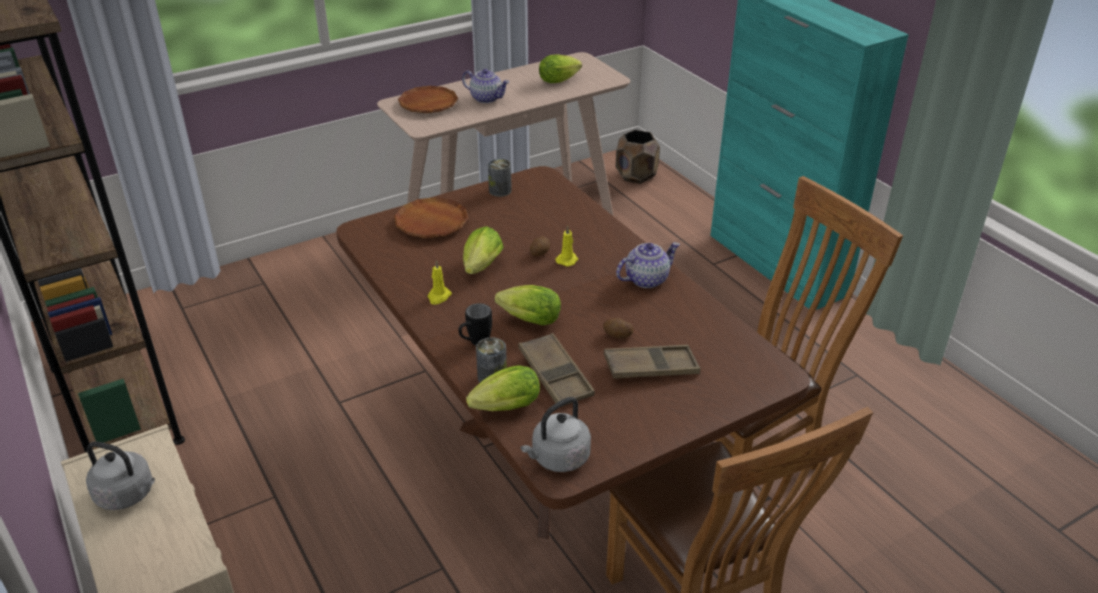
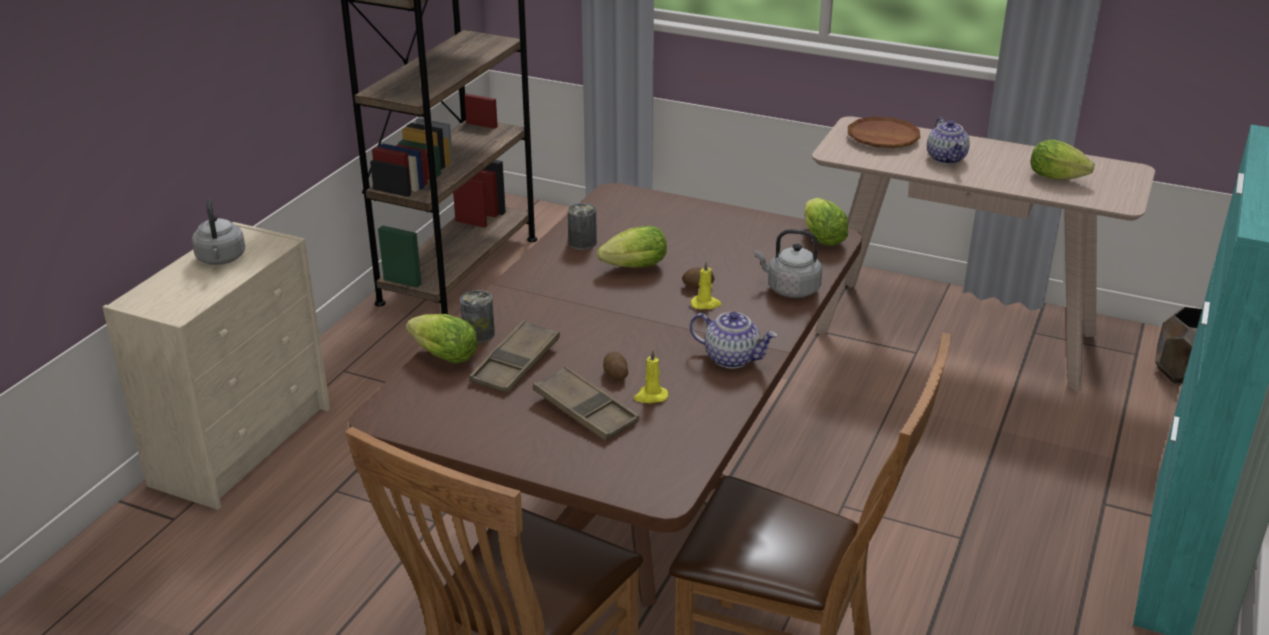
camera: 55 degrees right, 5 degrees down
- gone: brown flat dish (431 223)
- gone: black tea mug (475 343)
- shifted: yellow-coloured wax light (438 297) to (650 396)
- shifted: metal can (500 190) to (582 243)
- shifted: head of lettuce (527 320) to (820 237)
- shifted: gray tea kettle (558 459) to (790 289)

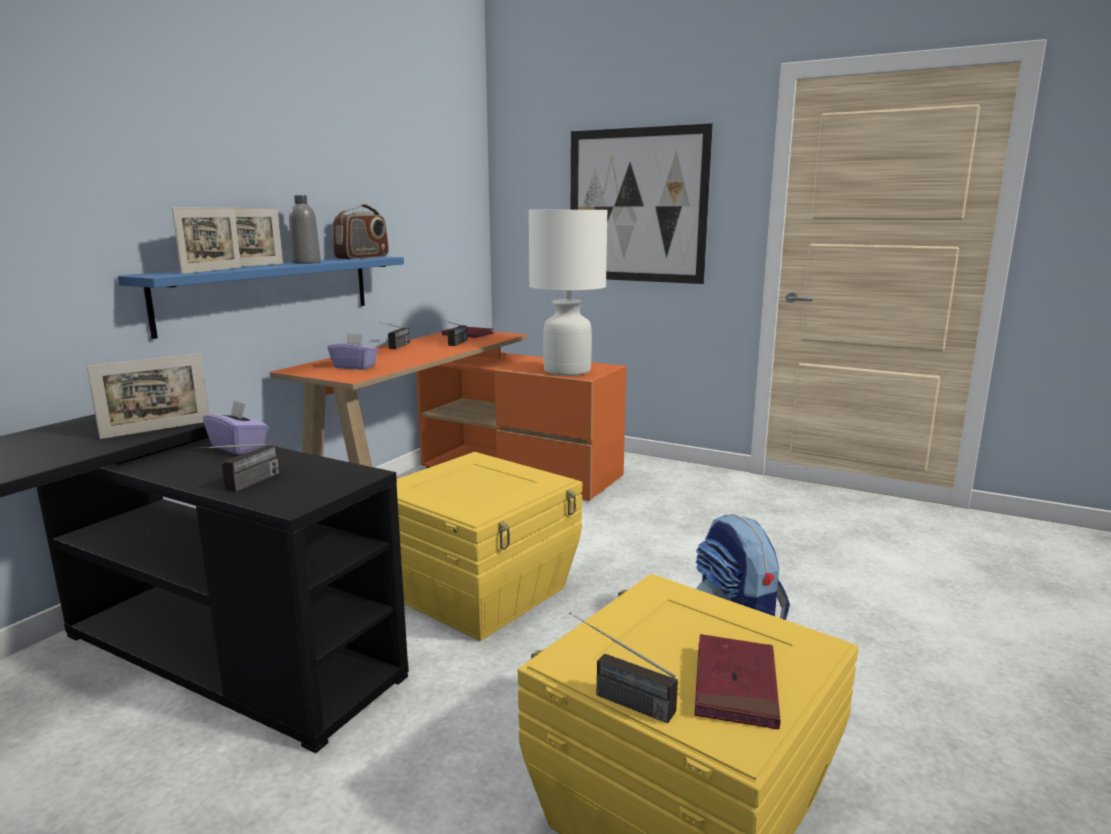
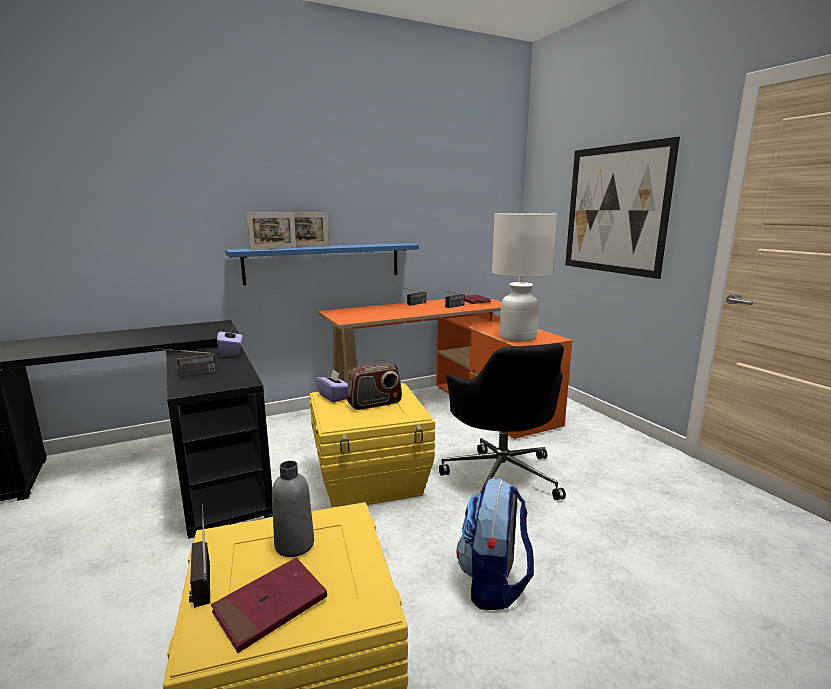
camera: 35 degrees right, 0 degrees up
- gone: standing frame (157 429)
- new: black desk chair (501 475)
- shifted: gray drink bottle (306 262) to (294 545)
- shifted: purple box of tissues (354 367) to (334 397)
- shifted: radio (362 257) to (375 404)

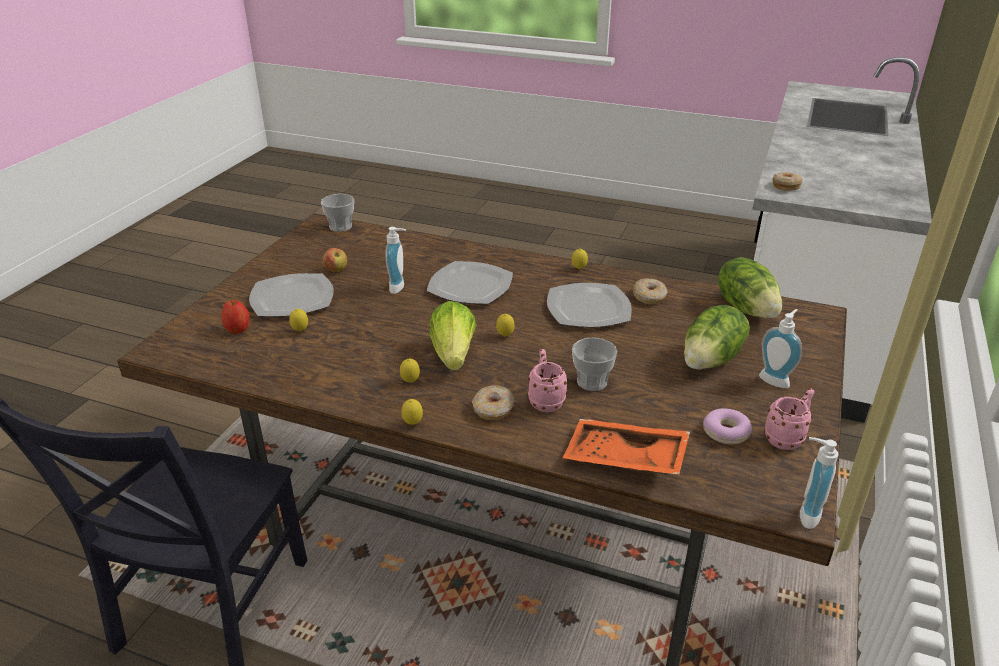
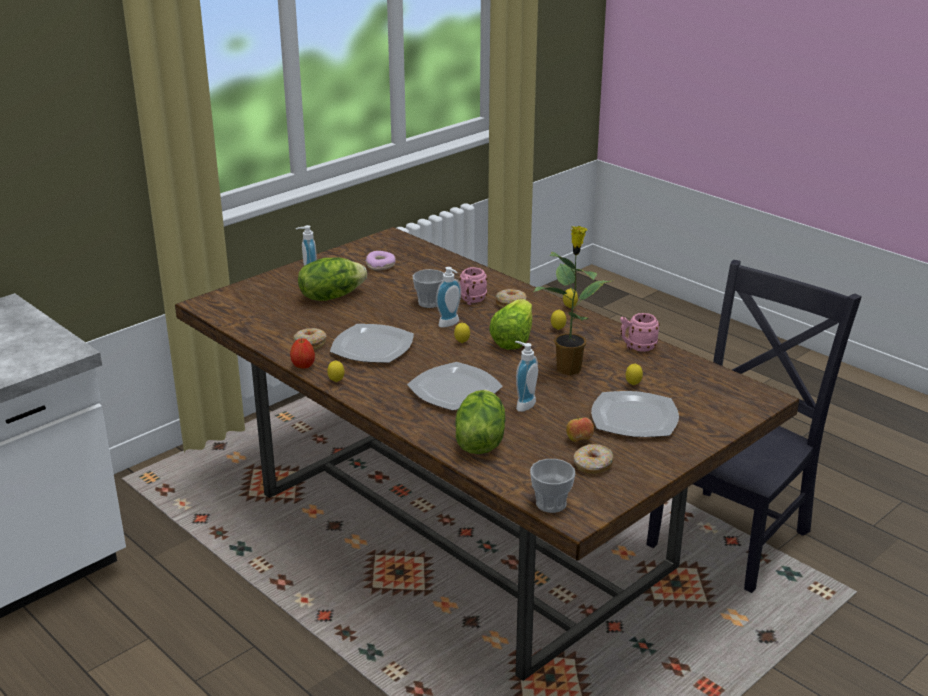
camera: 155 degrees left, 5 degrees down
- gone: orange carrying tray (624 460)
- new: potted plant (569 368)
- shifted: apple (238 330) to (303 366)
- shifted: head of lettuce (747 308) to (479 441)
- shifted: pinkish tea mug (787 437) to (637 347)
- shifted: ring doughnut (786 186) to (593 465)
- shifted: liquid soap bottle (805 514) to (450 324)

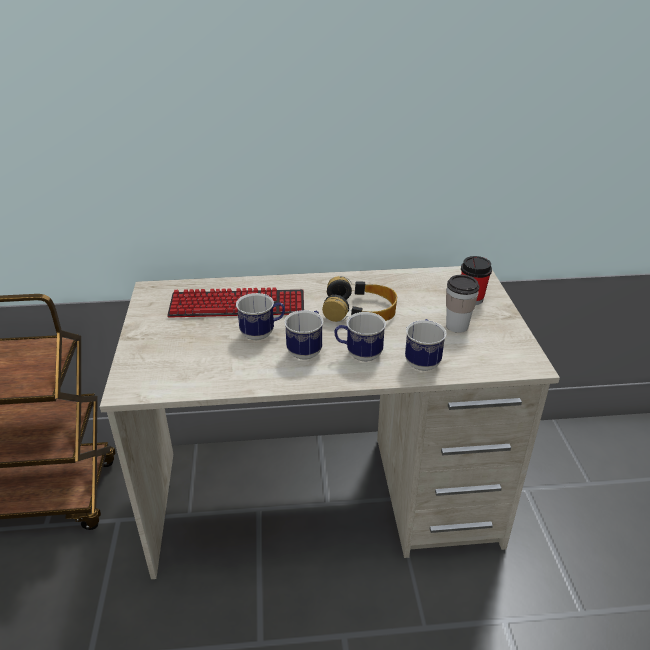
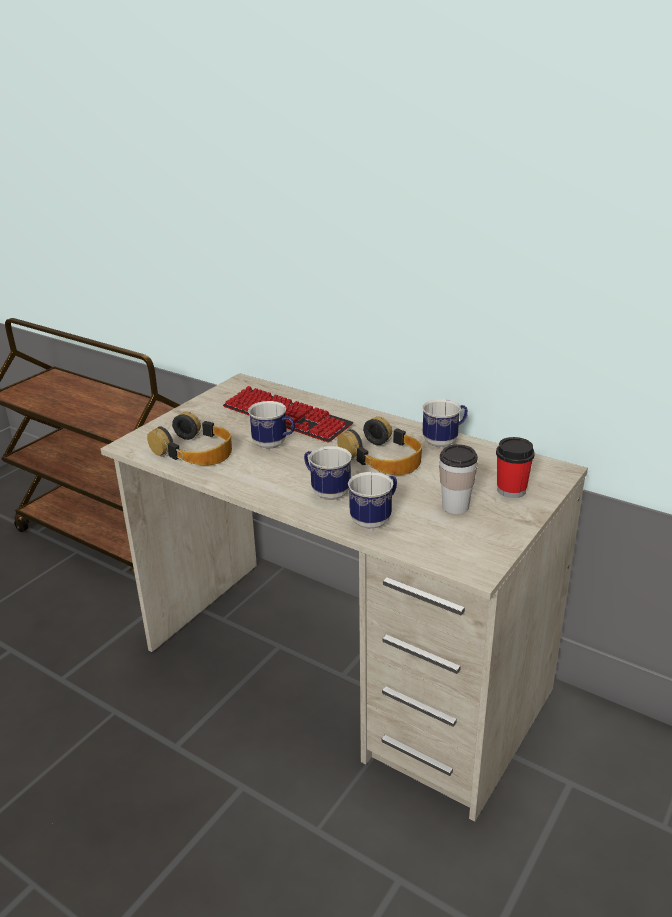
camera: 40 degrees right, 5 degrees down
- new: headset (195 451)
- shifted: tea mug (307 350) to (444 441)

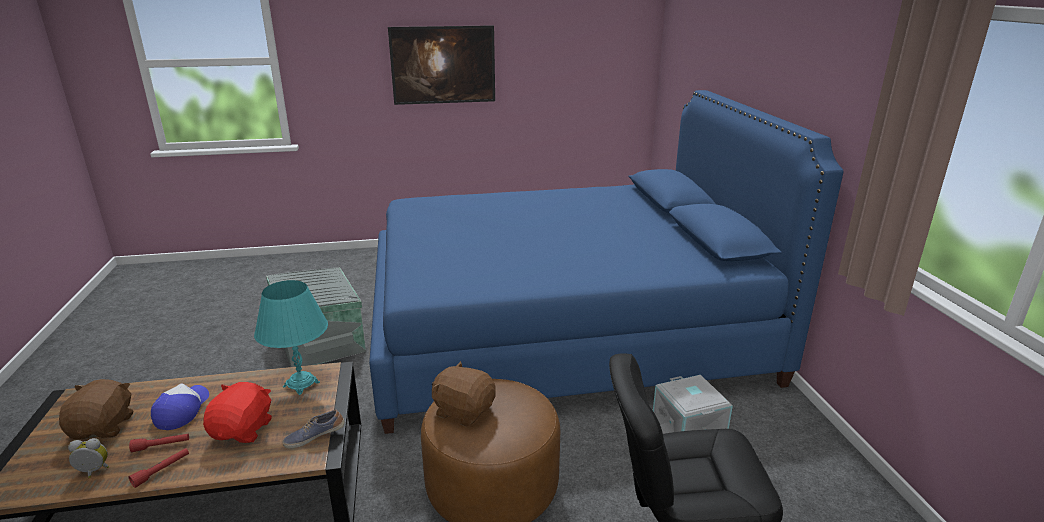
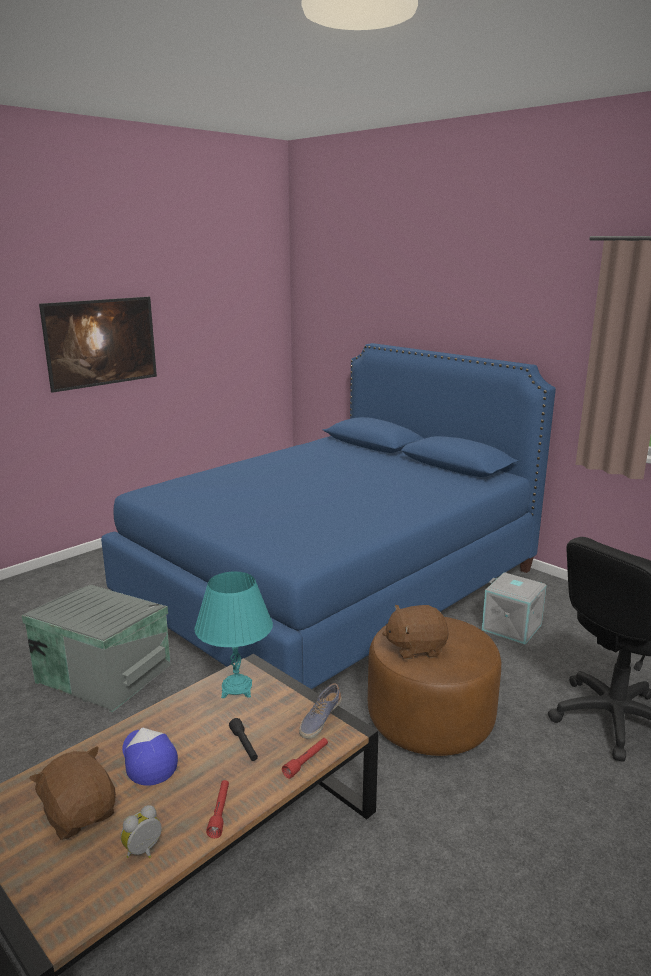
camera: 35 degrees left, 5 degrees down
- shifted: red hand torch (161 446) to (306 761)
- swapped: red soft toy (243 430) to black hand torch (244 745)

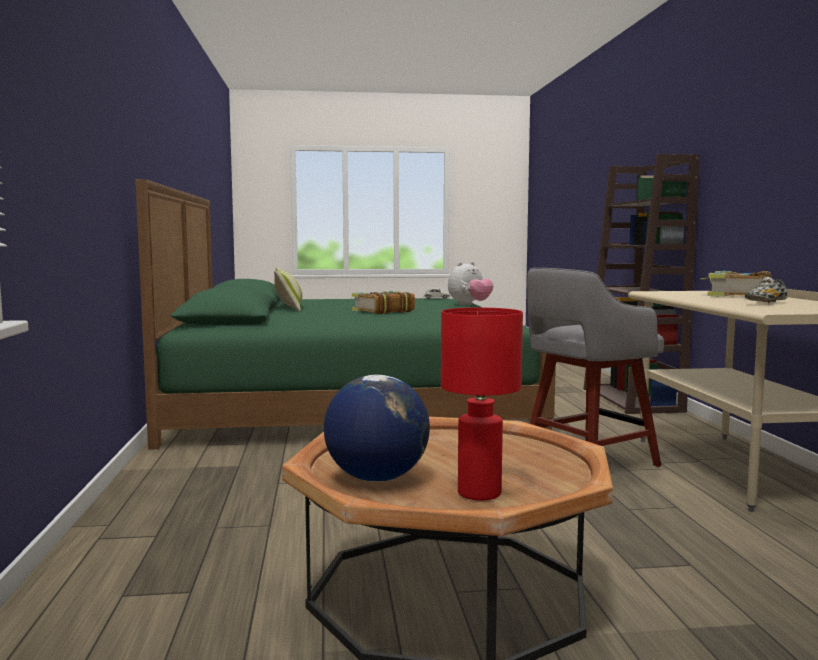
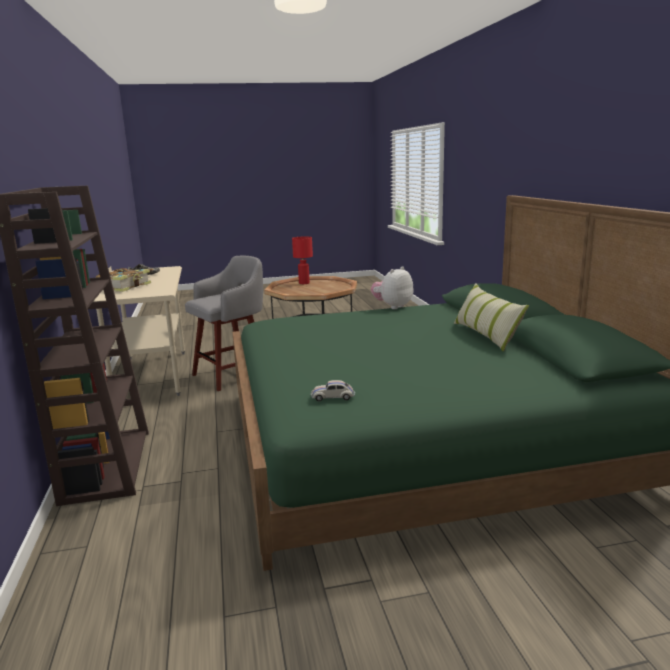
camera: 175 degrees right, 10 degrees up
- gone: desk globe (376 478)
- gone: book (382 311)
- shifted: soft toy (469 305) to (392 306)

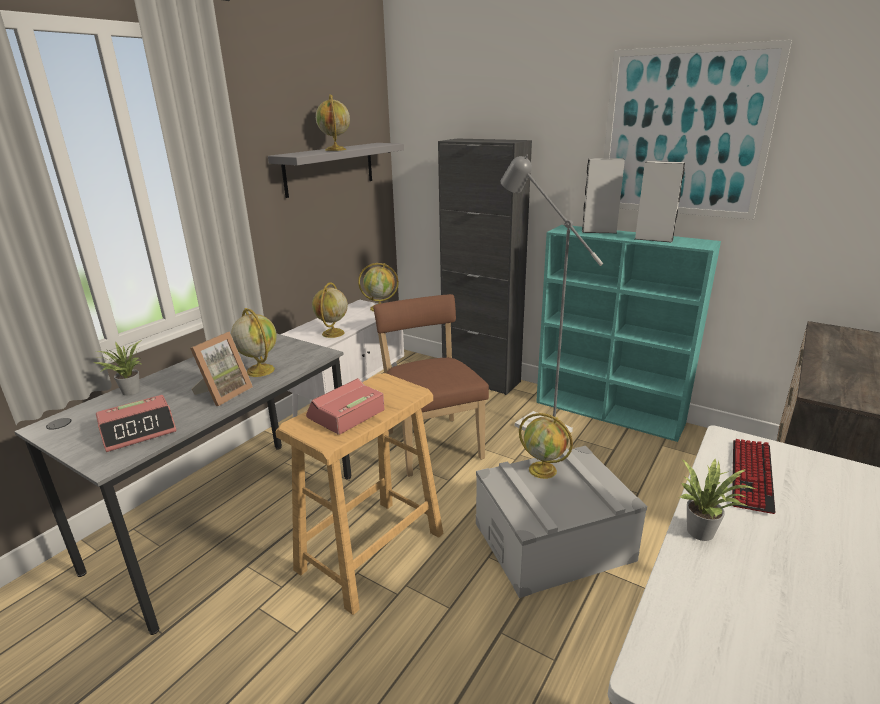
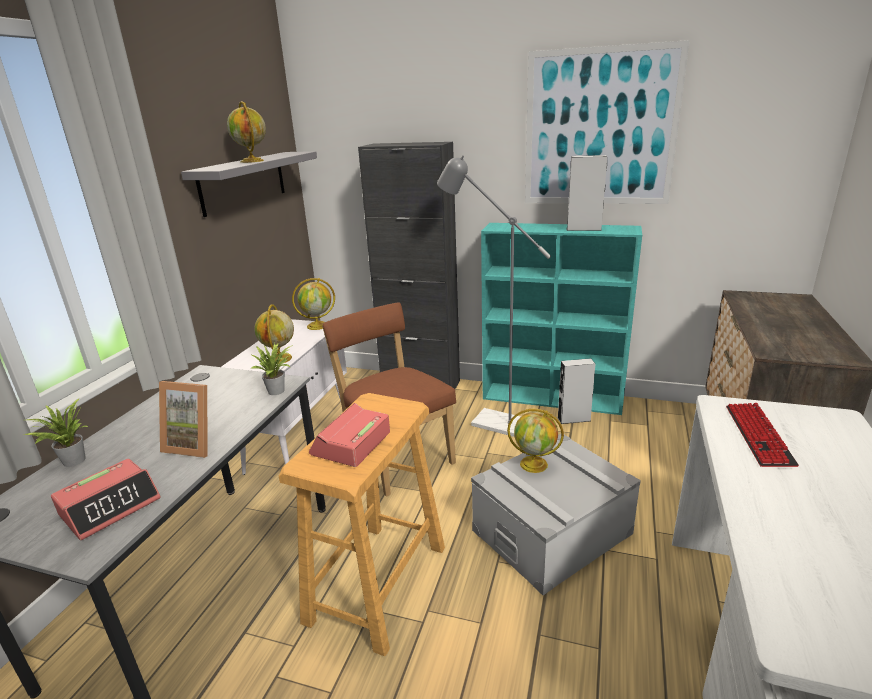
camera: 15 degrees left, 0 degrees up
- gone: desk globe (259 370)
- shifted: gray speaker (599 231) to (574 419)
- shifted: potted plant (704 532) to (278 391)
- rotated: standing frame (223 393) = (195 444) 90 degrees clockwise

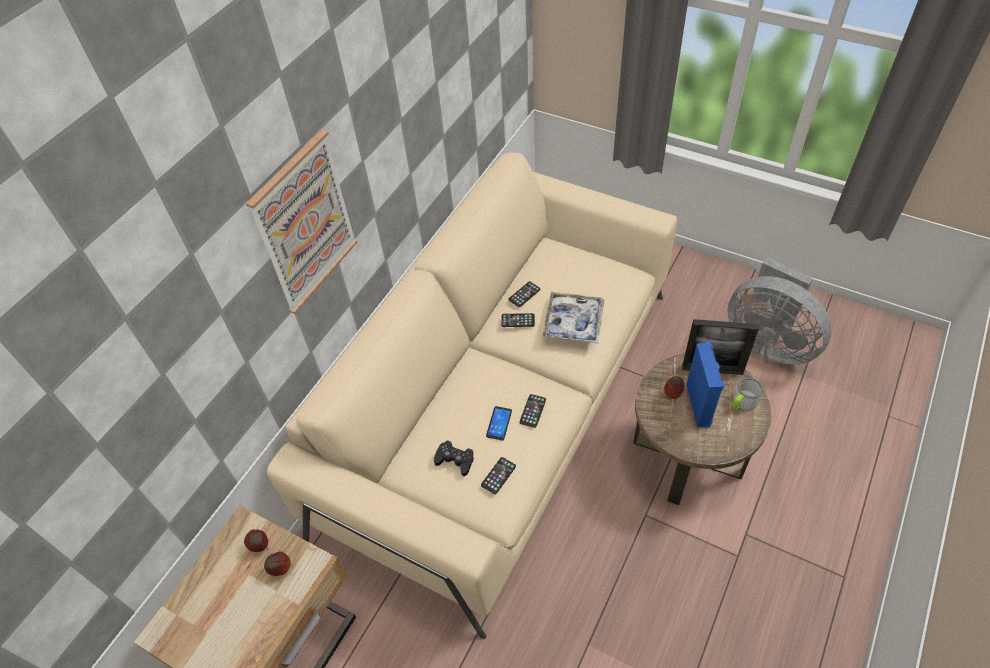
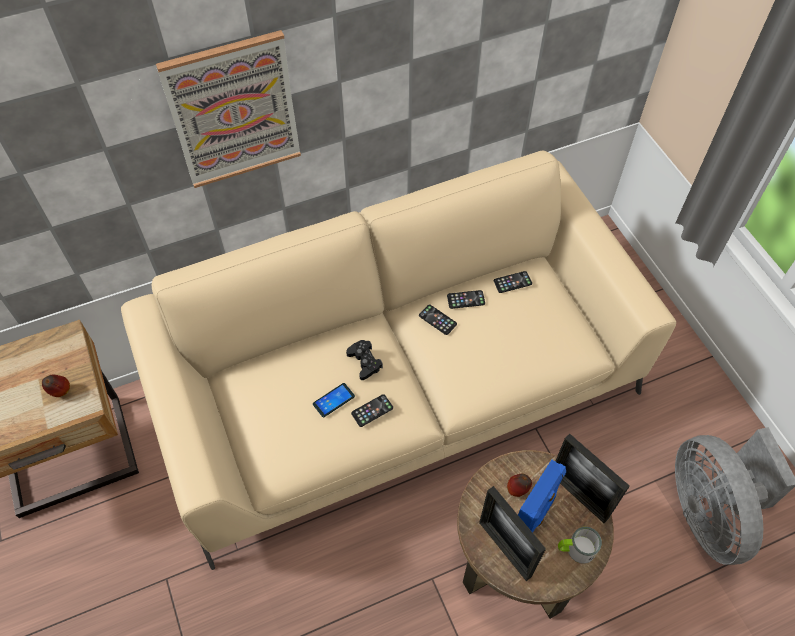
camera: 35 degrees right, 5 degrees up
- gone: apple (260 546)
- gone: carrying tray (573 322)
- new: standing frame (505 549)
- shifted: black game controller (455 460) to (364 362)
- shifted: phone (498 475) to (512 282)

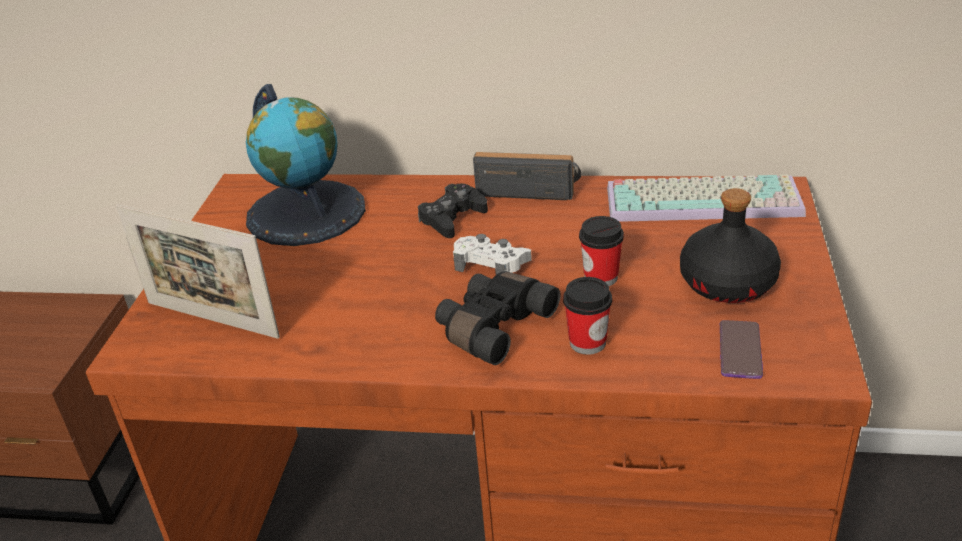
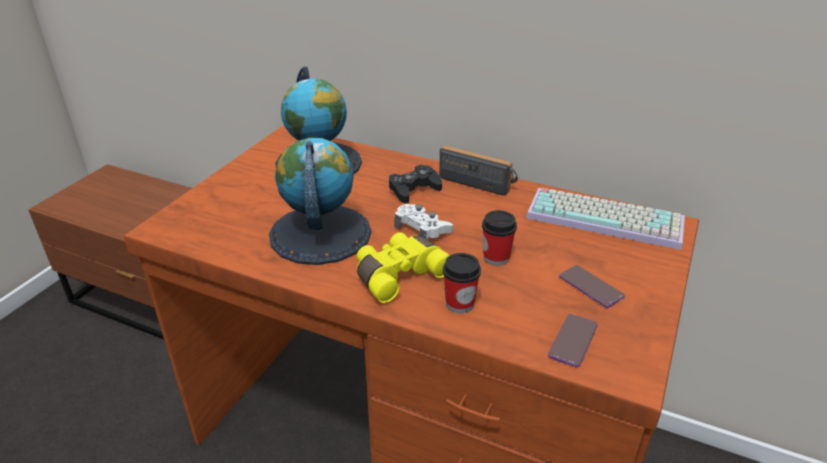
camera: 15 degrees right, 0 degrees up
- gone: standing frame (212 319)
- new: desk globe (319 233)
- swapped: black drink bottle (728 284) to phone (590 287)
- repainted: black pair of binoculars (492 327) to yellow-coloured pair of binoculars (398 274)

